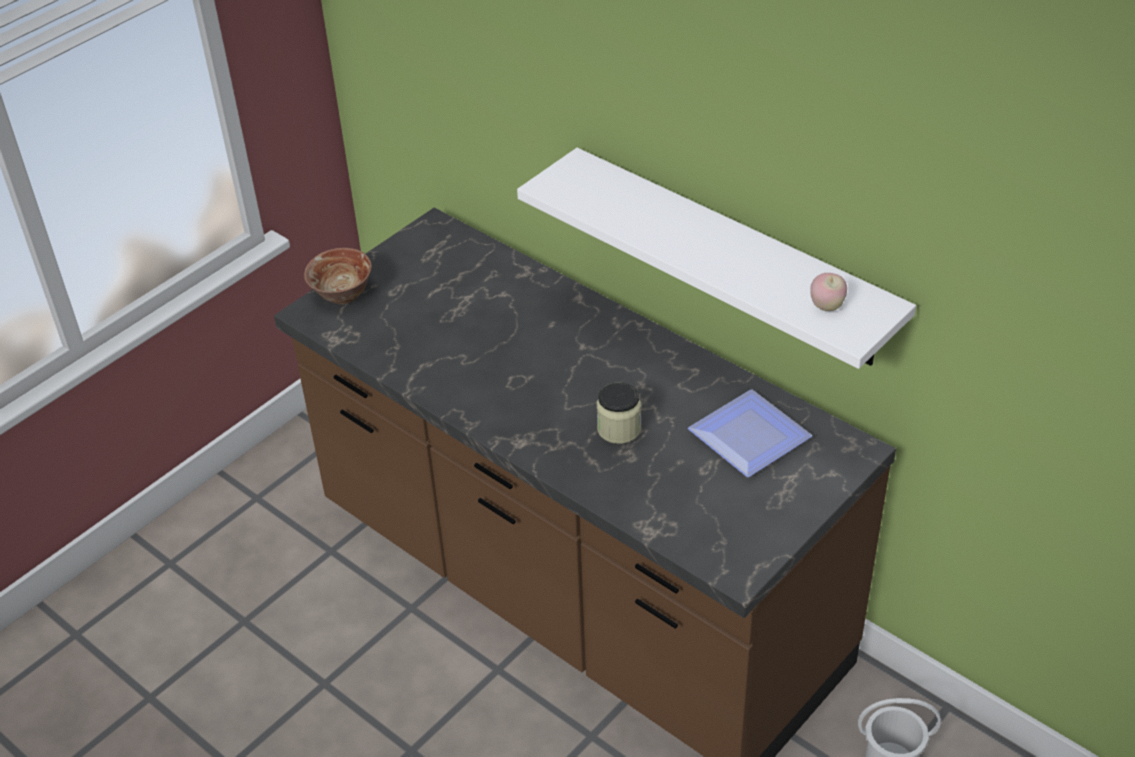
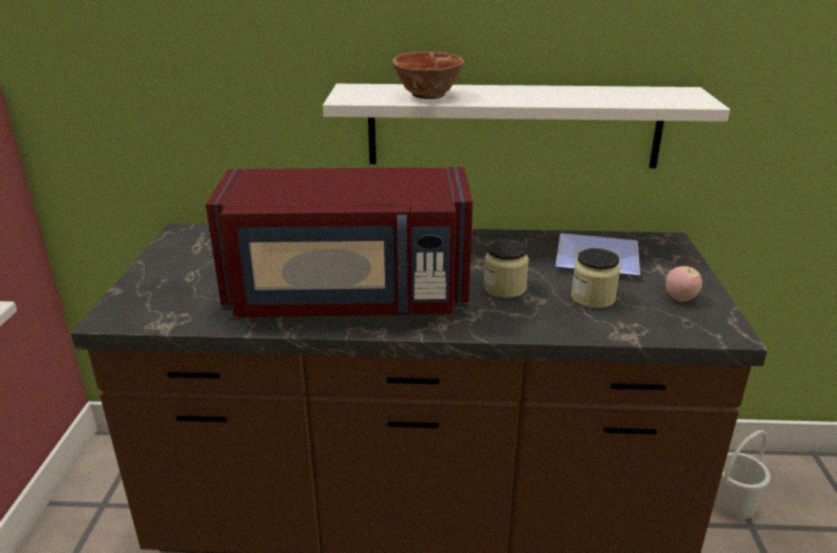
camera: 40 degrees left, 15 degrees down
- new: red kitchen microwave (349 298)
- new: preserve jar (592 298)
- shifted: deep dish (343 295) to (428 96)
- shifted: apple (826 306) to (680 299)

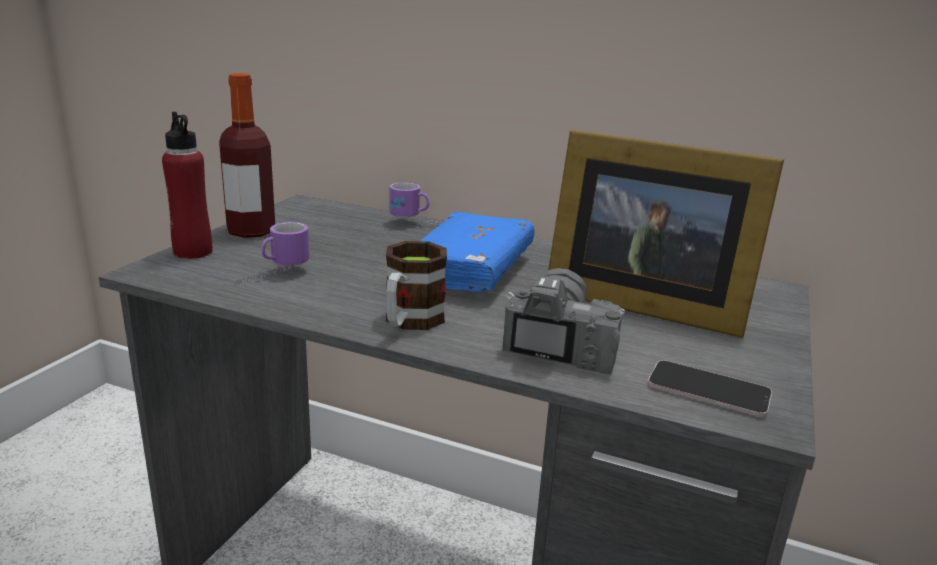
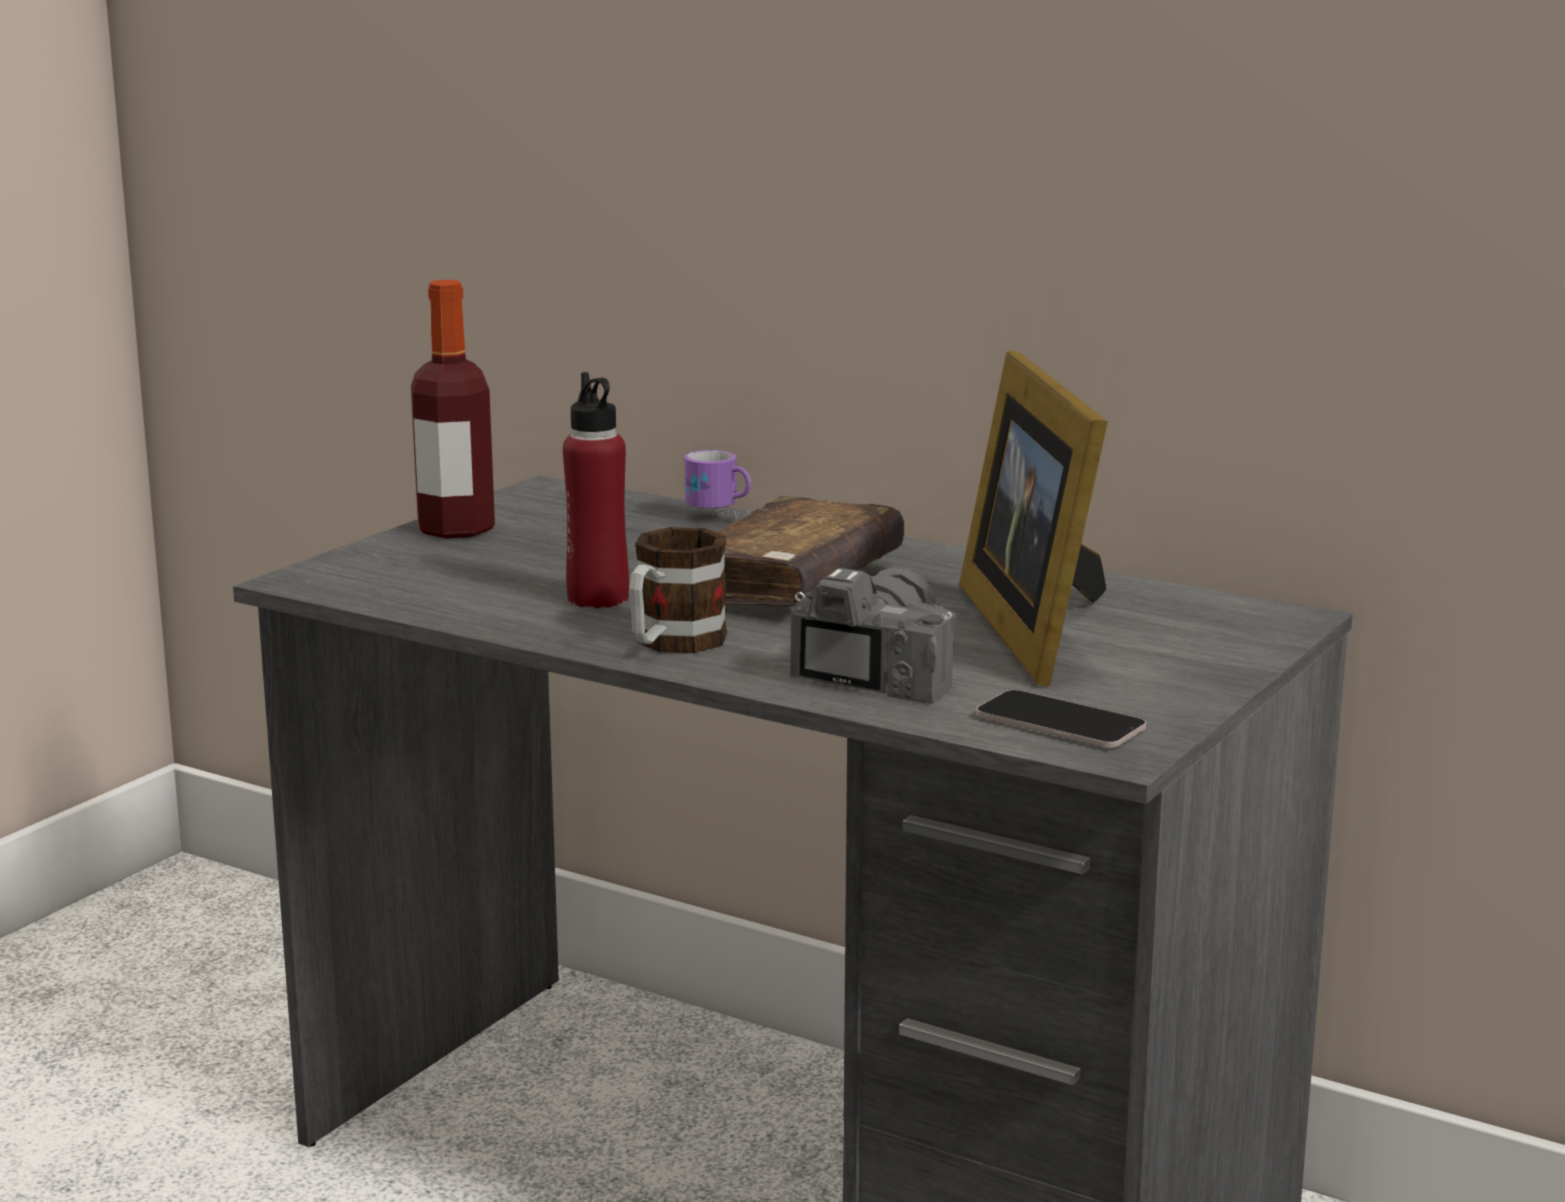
camera: 10 degrees right, 5 degrees down
- gone: tea mug (272 275)
- shifted: red drink bottle (193 252) to (598 598)
- repainted: blue book (469 271) to brown book (789 586)
- rotated: standing frame (638 302) = (1038 628) 45 degrees clockwise

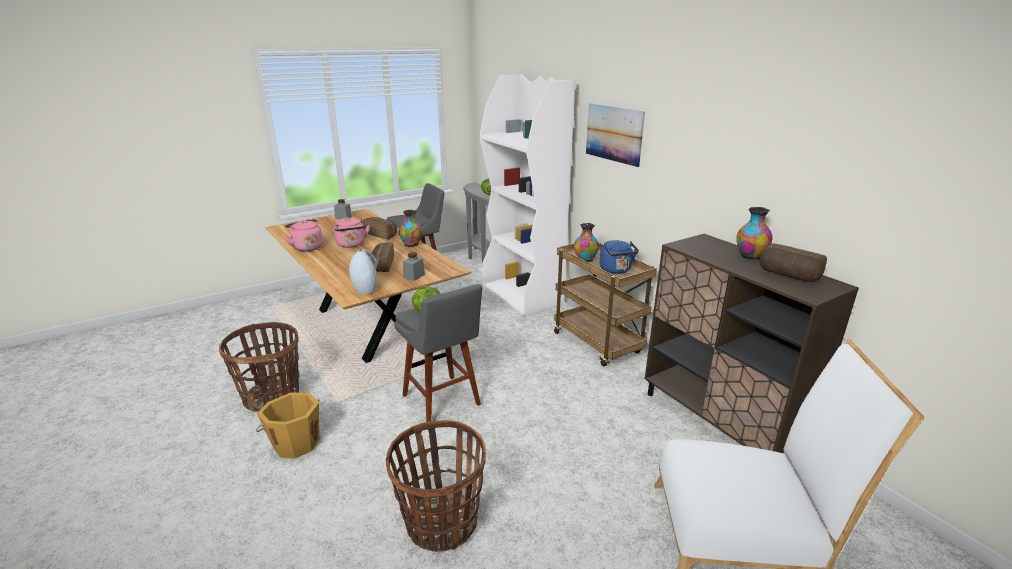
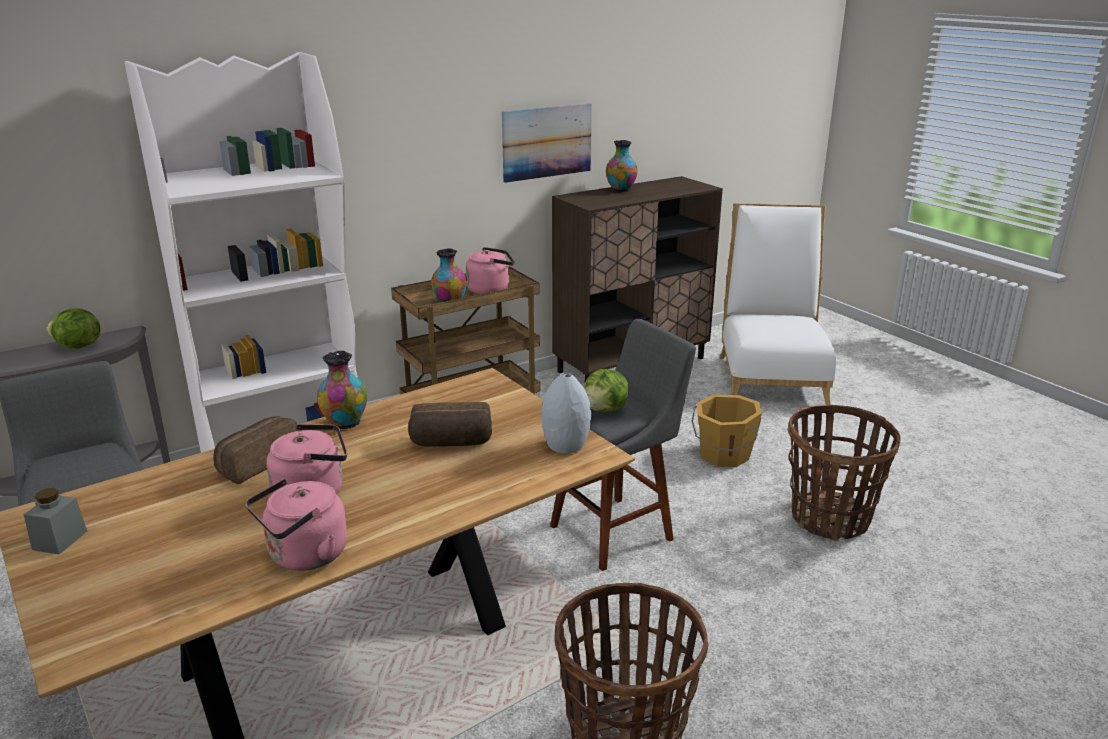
camera: 90 degrees left, 0 degrees up
- gone: gray preserve jar (414 276)
- gone: bakery bread (788 275)
- shifted: orange water bucket (296 443) to (723 455)
- shifted: picture (614 134) to (547 142)
- repainted: blue tea kettle (616 270) to pinkish tea kettle (491 289)

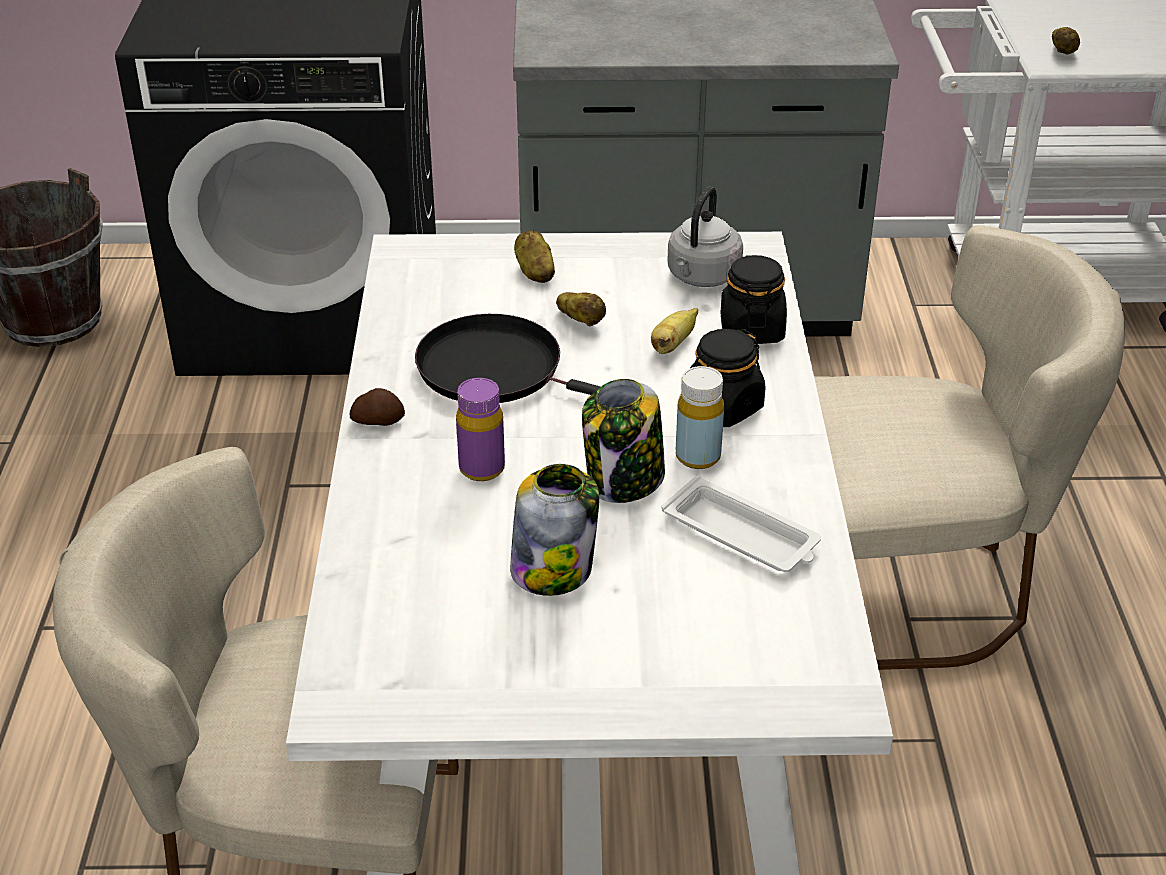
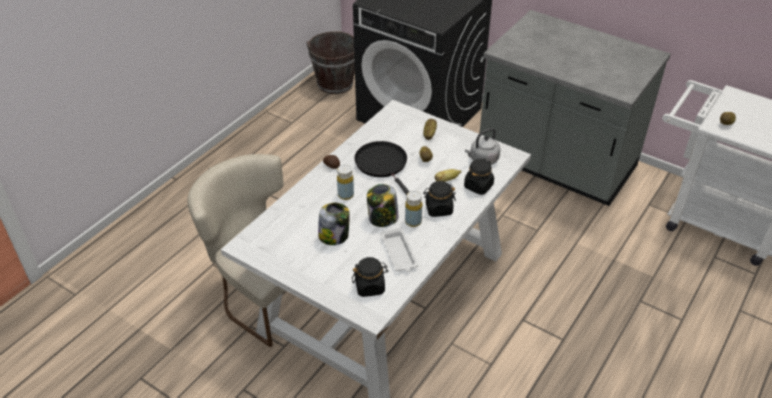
camera: 35 degrees right, 5 degrees up
- gone: sand-coloured plain chair (917 588)
- new: black preserve jar (370 287)
- repainted: purple drink bottle (482 469) to yellow-coloured drink bottle (345 195)

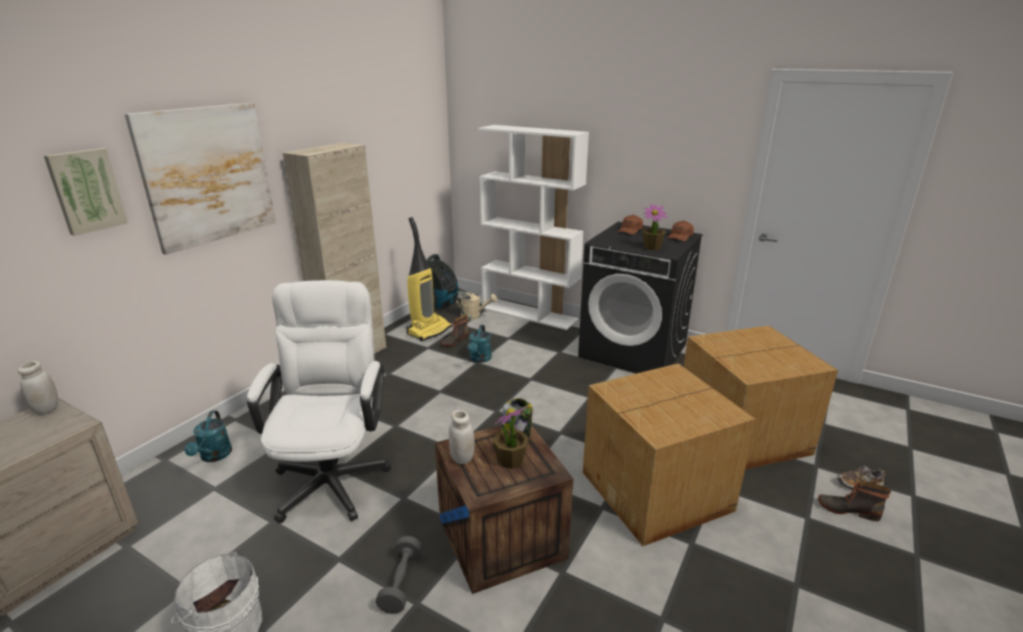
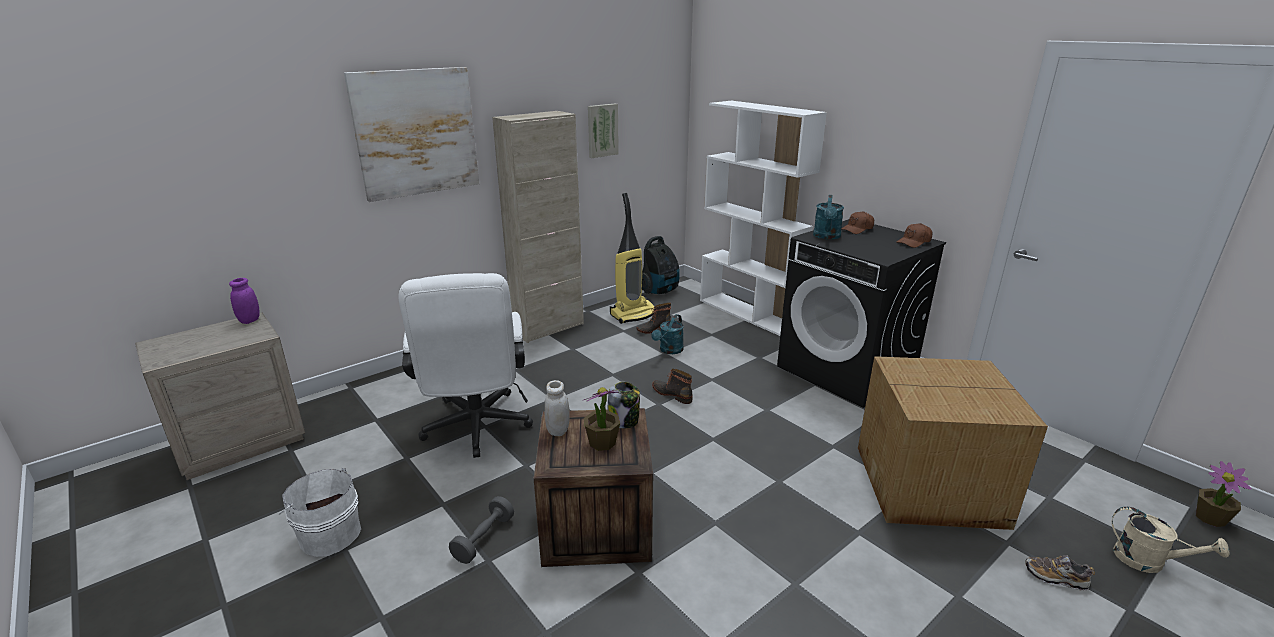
camera: 20 degrees right, 0 degrees up
- gone: cardboard box (658 491)
- shifted: picture (86 190) to (602 130)
- shifted: turquoise-coloured sprinkling can (214 456) to (827 237)
- shifted: sand-coloured sprinkling can (474 316) to (1148 562)
- shifted: potted plant (652 247) to (1210 518)
- shifted: high-top boot (848 509) to (672 394)
- repainted: white preserve jar (47 409) to purple preserve jar (250 320)
- rotated: white desk chair (333 474) = (476 430) 150 degrees clockwise

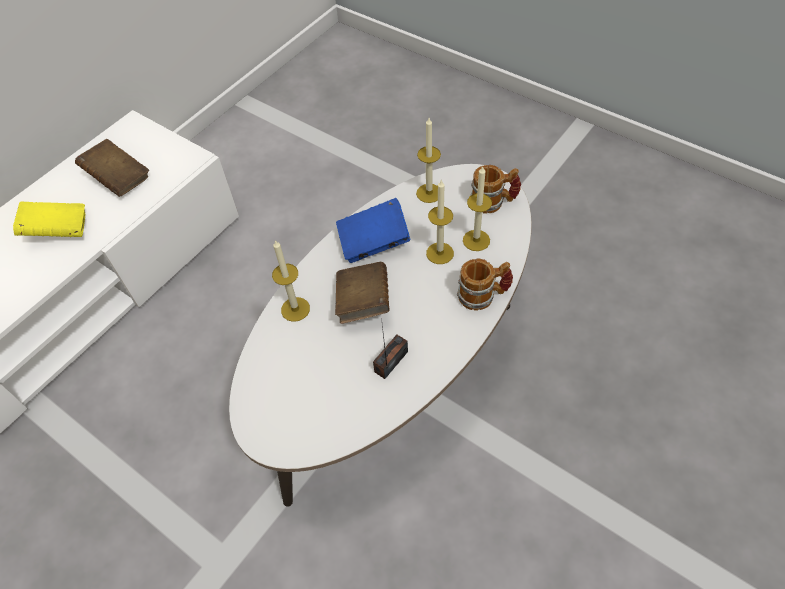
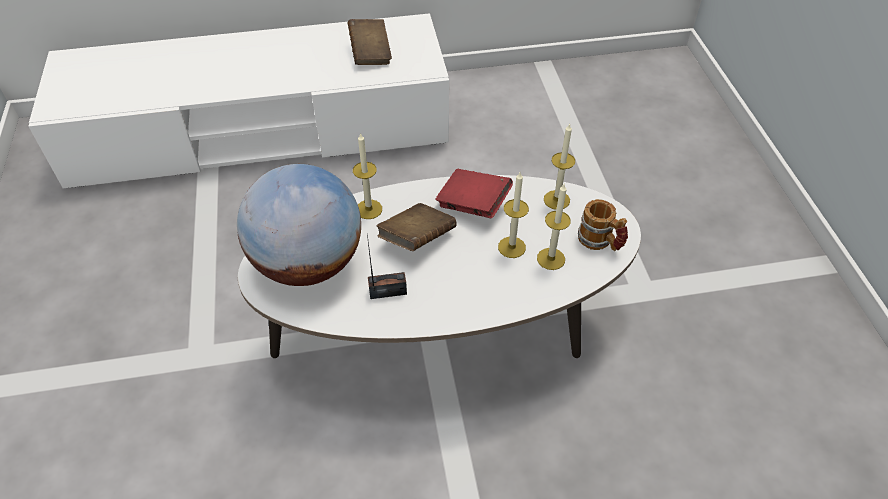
camera: 40 degrees right, 5 degrees down
- gone: yellow-coloured book (58 231)
- gone: tea mug (483 295)
- new: desk globe (308 263)
- repainted: blue book (373 242) to red book (473 205)

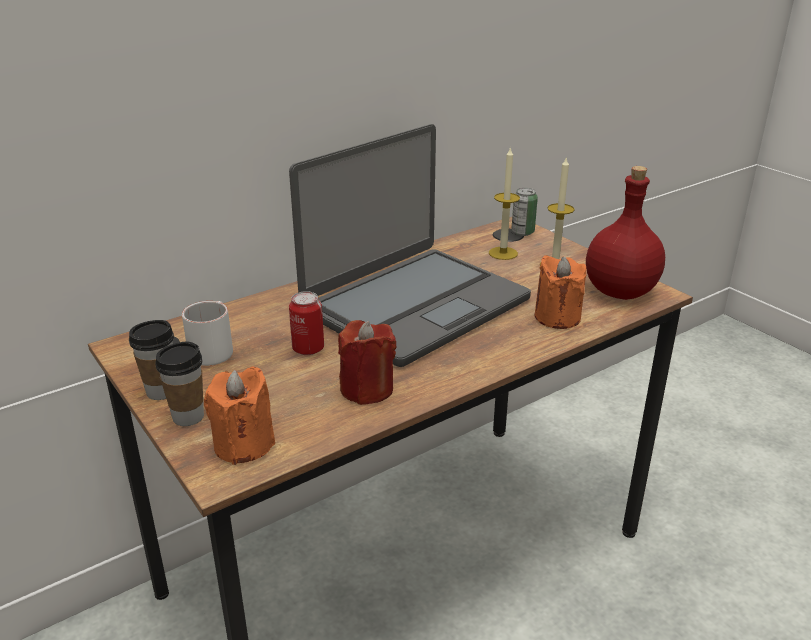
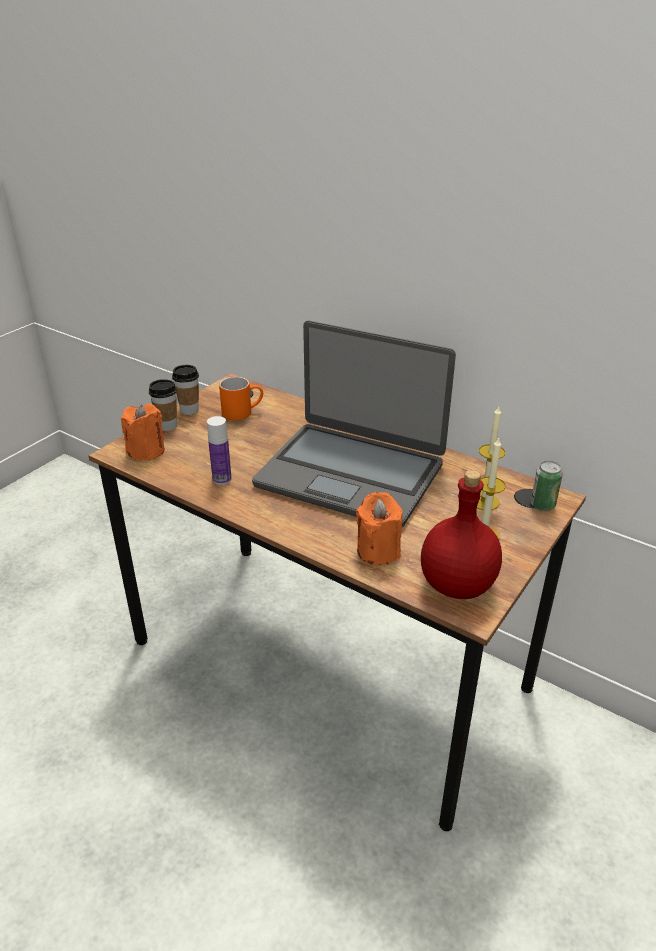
camera: 70 degrees right, 5 degrees up
- gone: metal can (308 349)
- swapped: red wax light (367 389) to drink bottle (222 479)
- repainted: white tea mug (212 349) to orange tea mug (242 411)

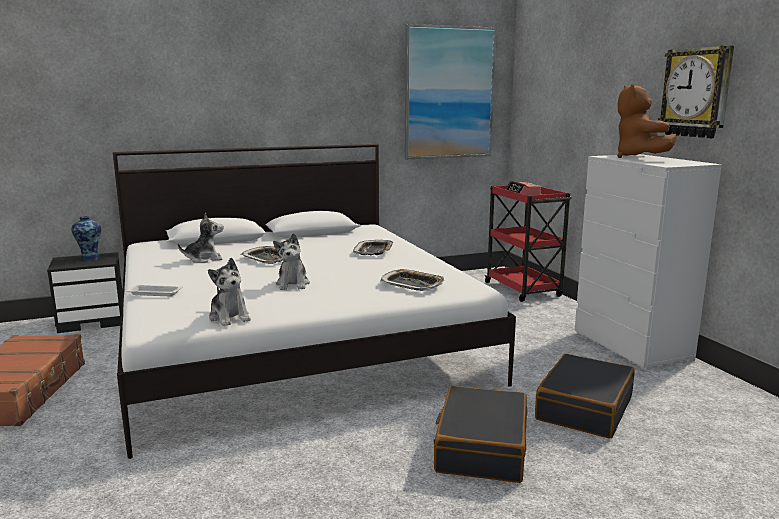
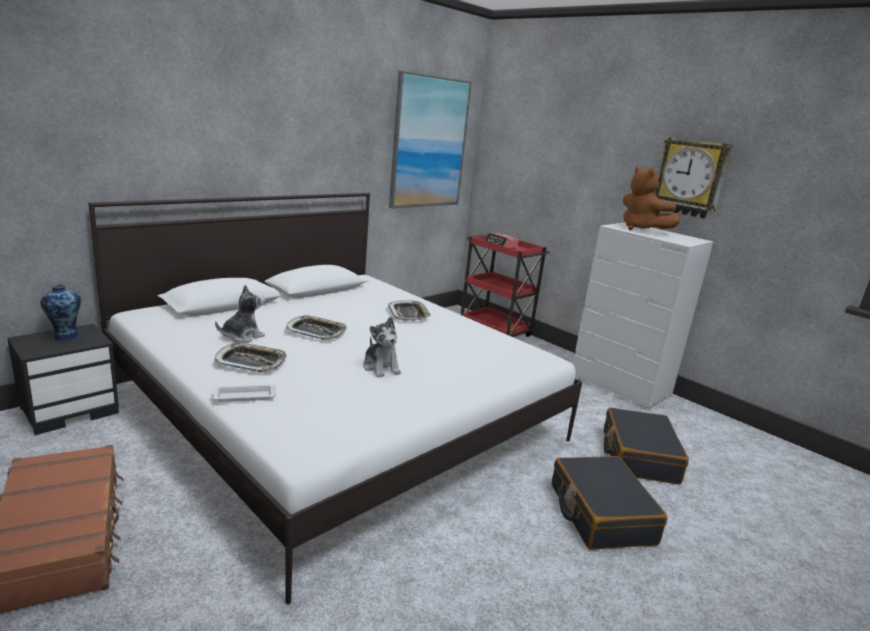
camera: 25 degrees left, 5 degrees up
- gone: soft toy (229 317)
- shifted: carrying tray (412 285) to (251 362)

